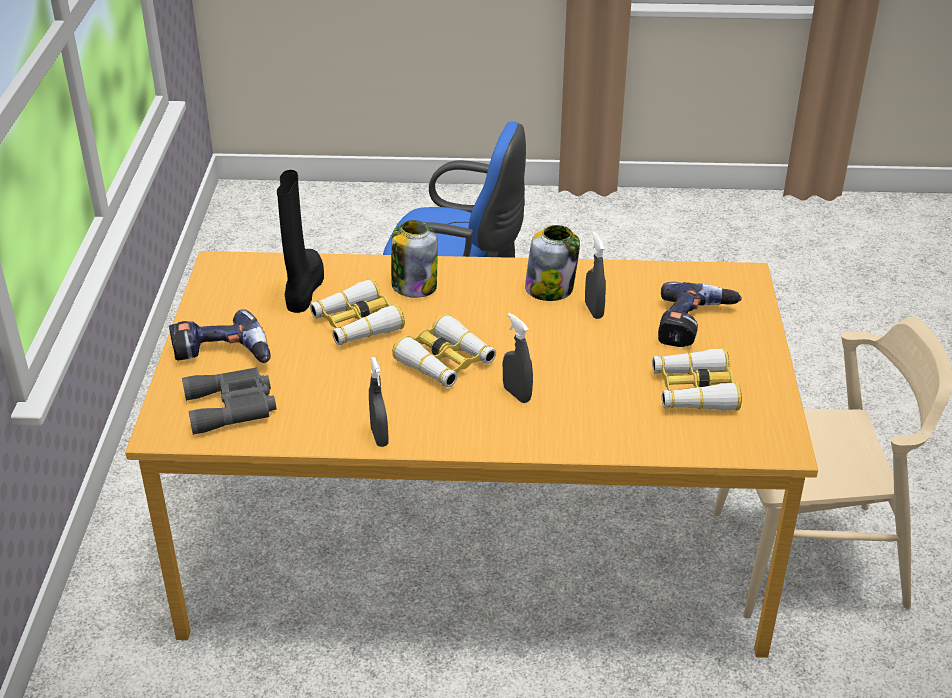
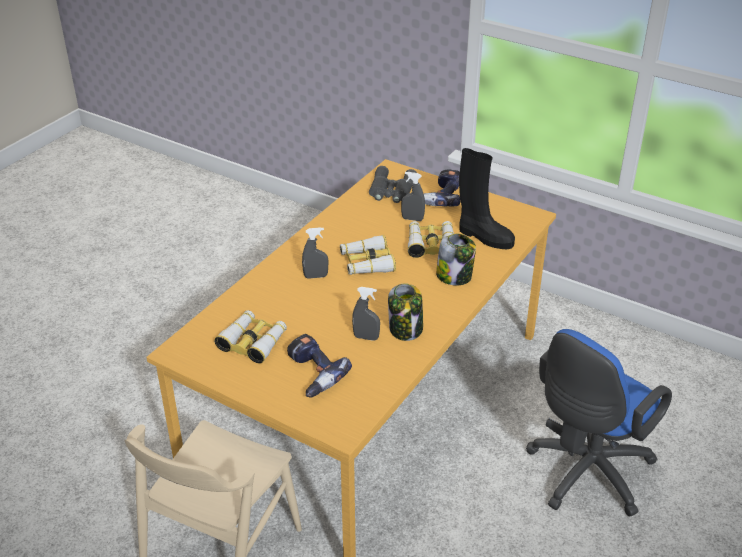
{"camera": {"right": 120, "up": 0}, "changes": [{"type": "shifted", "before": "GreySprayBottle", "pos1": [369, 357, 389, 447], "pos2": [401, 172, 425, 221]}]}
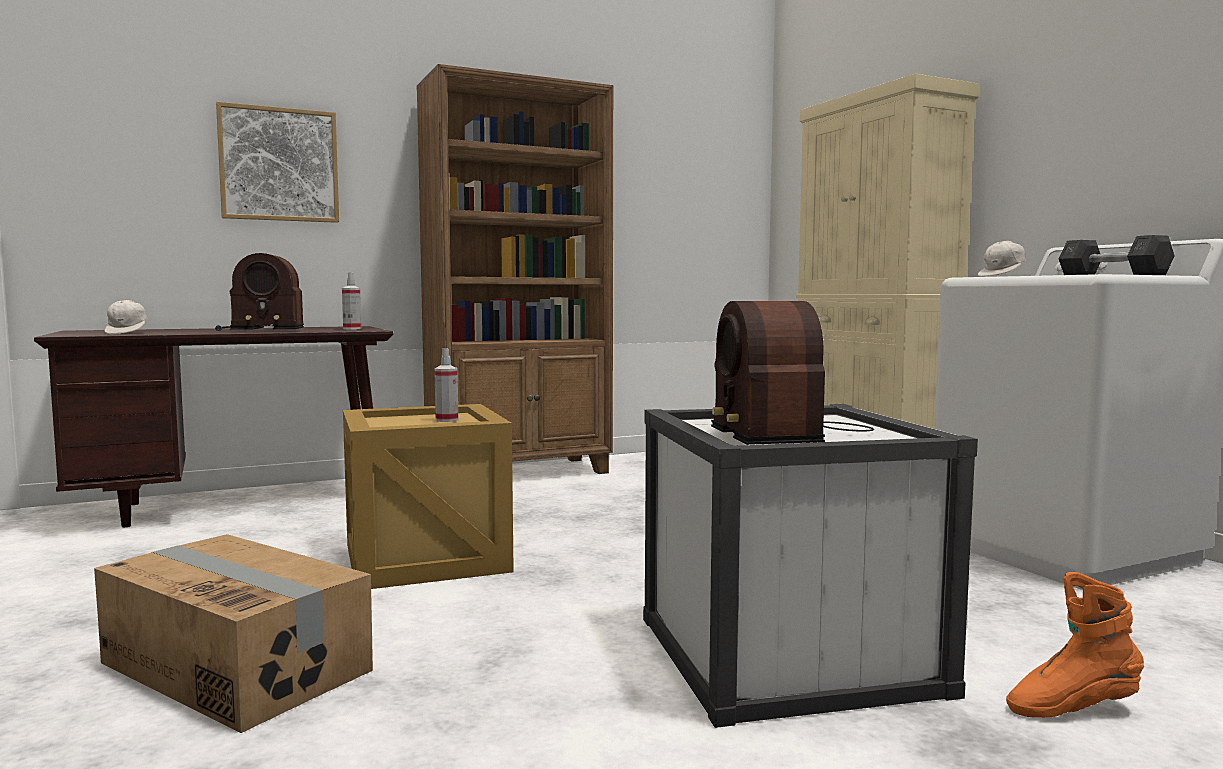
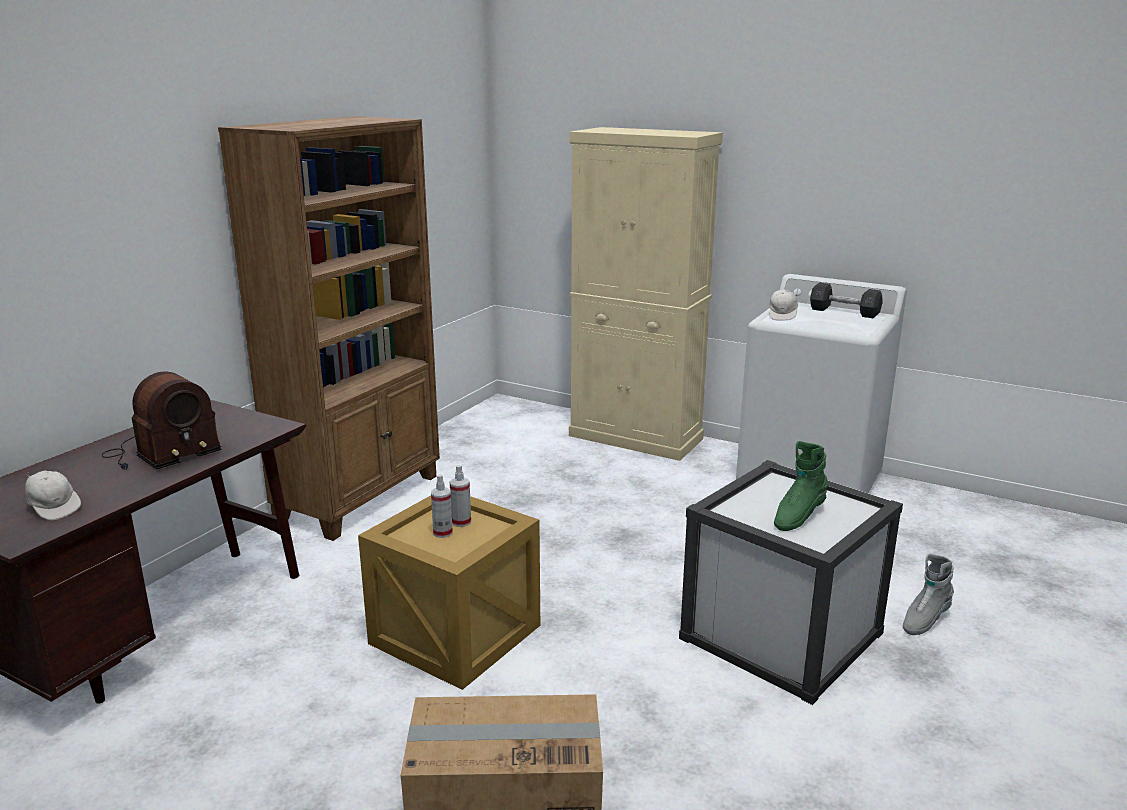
{"camera": {"right": -35, "up": 15}, "changes": [{"type": "gone", "before": "Picture", "pos1": [216, 102, 339, 223]}, {"type": "shifted", "before": "SprayBottle", "pos1": [342, 273, 361, 330], "pos2": [431, 474, 453, 538]}, {"type": "swapped", "before": "Radio", "after": "GreenBoot", "pos1": [711, 301, 874, 445], "pos2": [774, 441, 828, 531]}, {"type": "repainted", "before": "OrangeBoot", "after": "GreyBoot", "pos1": [1006, 572, 1144, 718], "pos2": [903, 553, 954, 635]}]}
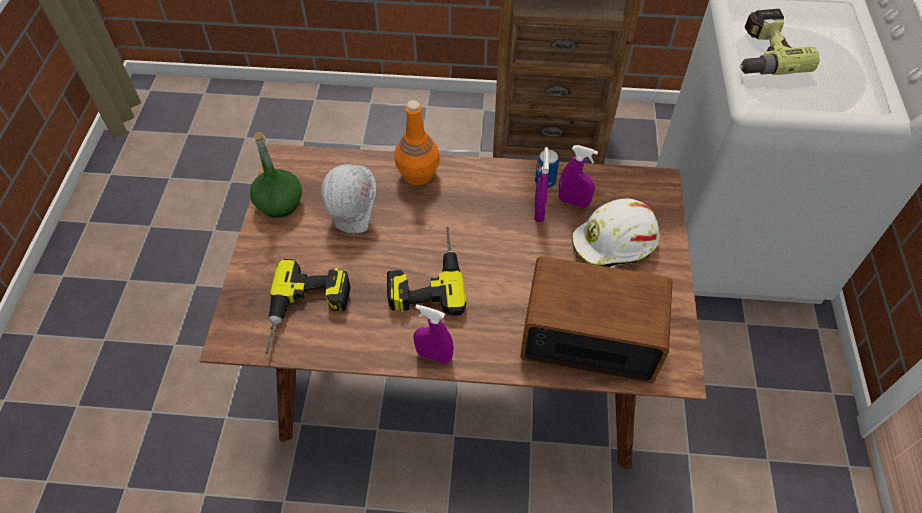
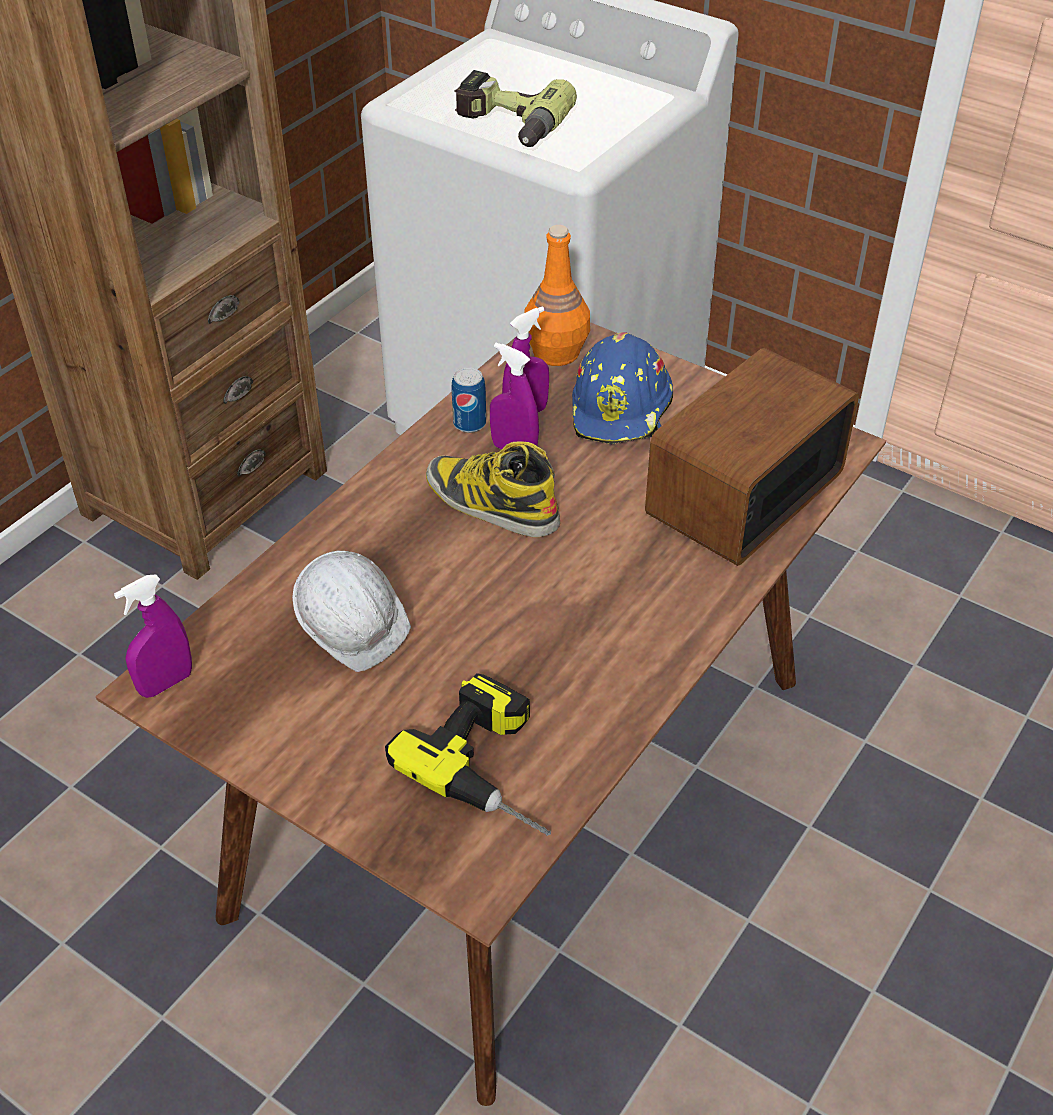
{"camera": {"right": -60, "up": -10}, "changes": [{"type": "gone", "before": "GreenBottle", "pos1": [250, 132, 302, 218]}, {"type": "gone", "before": "PowerDrill", "pos1": [387, 227, 466, 316]}, {"type": "shifted", "before": "OrangeBottle", "pos1": [394, 100, 440, 185], "pos2": [524, 225, 590, 366]}, {"type": "shifted", "before": "PurpleSprayBottle", "pos1": [413, 304, 454, 364], "pos2": [114, 575, 192, 698]}, {"type": "repainted", "before": "WhiteHardHat", "after": "BlueHardHat", "pos1": [571, 199, 660, 268], "pos2": [572, 332, 673, 444]}, {"type": "new", "after": "Boot", "pos2": [426, 441, 560, 537]}]}
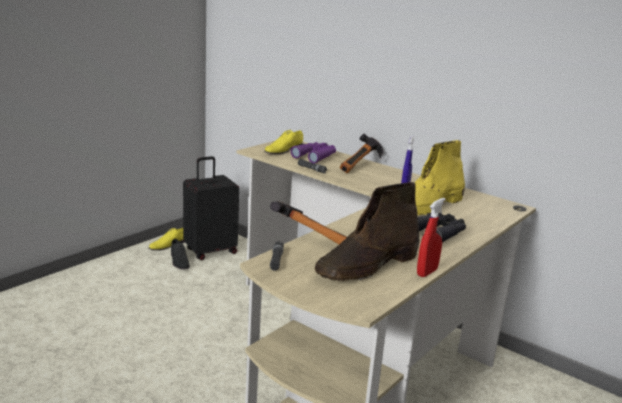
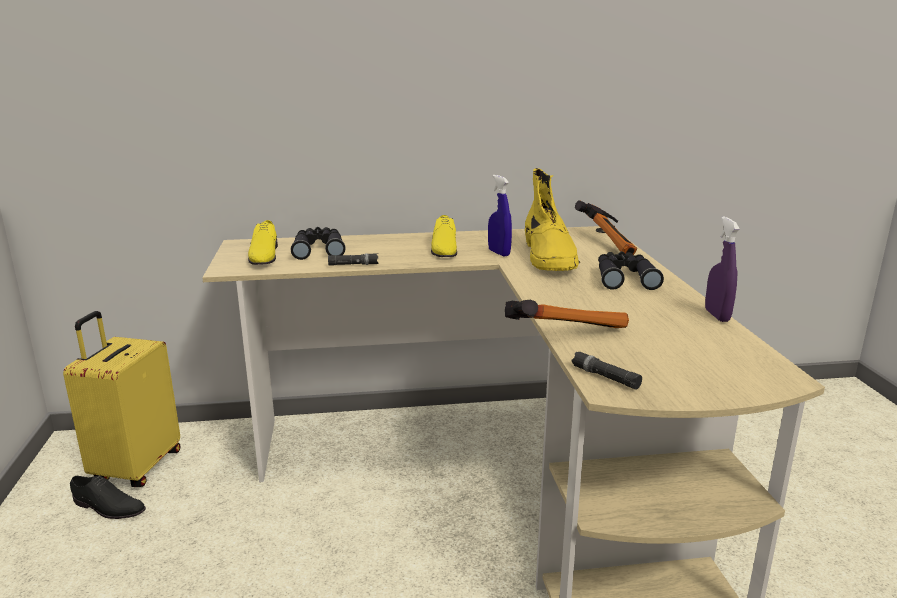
{"camera": {"right": -45, "up": 0}, "changes": [{"type": "shifted", "before": "YellowShoe", "pos1": [149, 228, 185, 250], "pos2": [431, 215, 457, 257]}, {"type": "repainted", "before": "BlackSuitcase", "after": "YellowSuitcase", "pos1": [183, 156, 239, 260], "pos2": [63, 311, 181, 487]}, {"type": "repainted", "before": "PurpleBinoculars", "after": "BlackBinoculars", "pos1": [291, 142, 336, 163], "pos2": [291, 227, 346, 260]}, {"type": "gone", "before": "BrownBoot", "pos1": [315, 182, 420, 281]}, {"type": "shifted", "before": "Hammer", "pos1": [340, 134, 383, 173], "pos2": [575, 200, 637, 255]}, {"type": "repainted", "before": "RedSprayBottle", "after": "PurpleSprayBottle", "pos1": [417, 198, 446, 277], "pos2": [705, 216, 740, 322]}]}
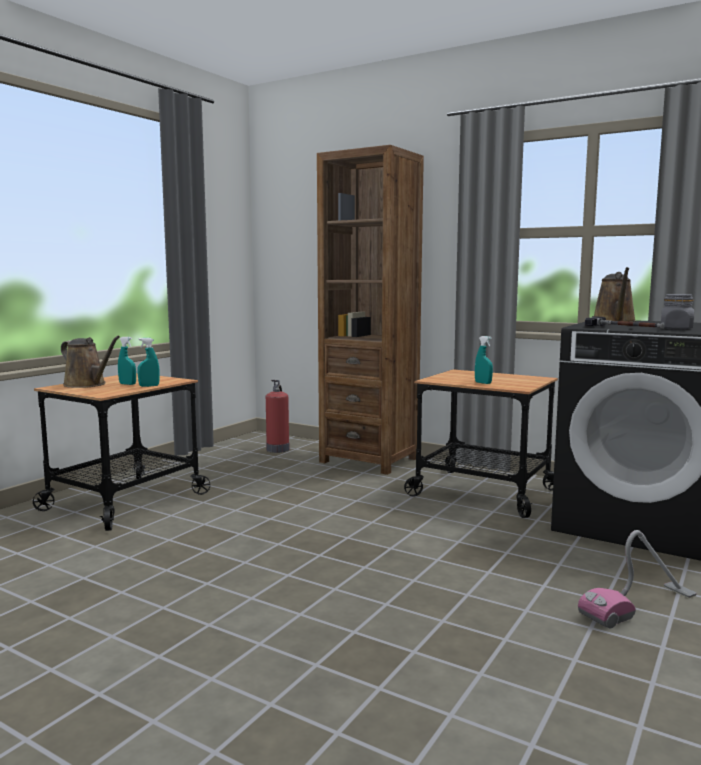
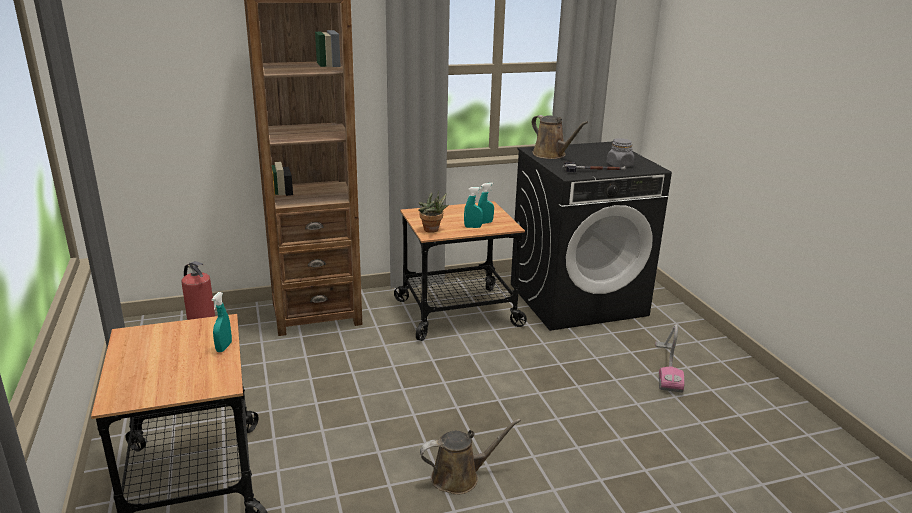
{"camera": {"right": -50, "up": 15}, "changes": [{"type": "shifted", "before": "BrownWateringCan", "pos1": [61, 336, 120, 388], "pos2": [420, 419, 521, 494]}, {"type": "shifted", "before": "TurquoiseSprayBottle", "pos1": [118, 337, 136, 385], "pos2": [478, 183, 494, 224]}, {"type": "new", "after": "PottedPlant", "pos2": [418, 190, 448, 233]}]}
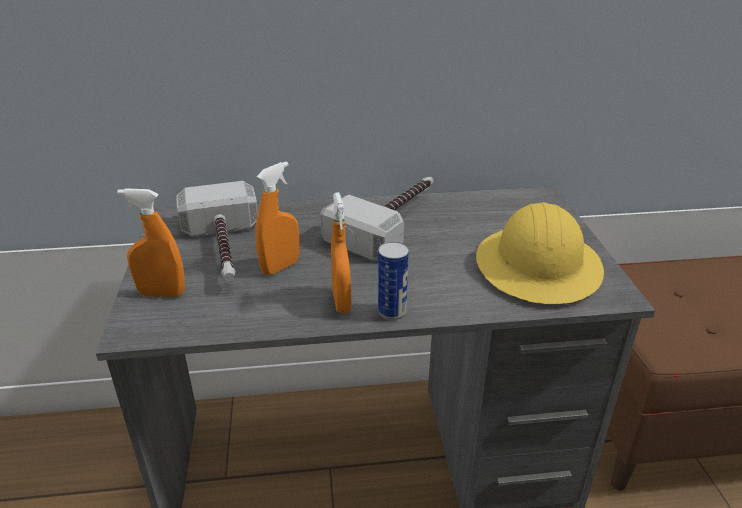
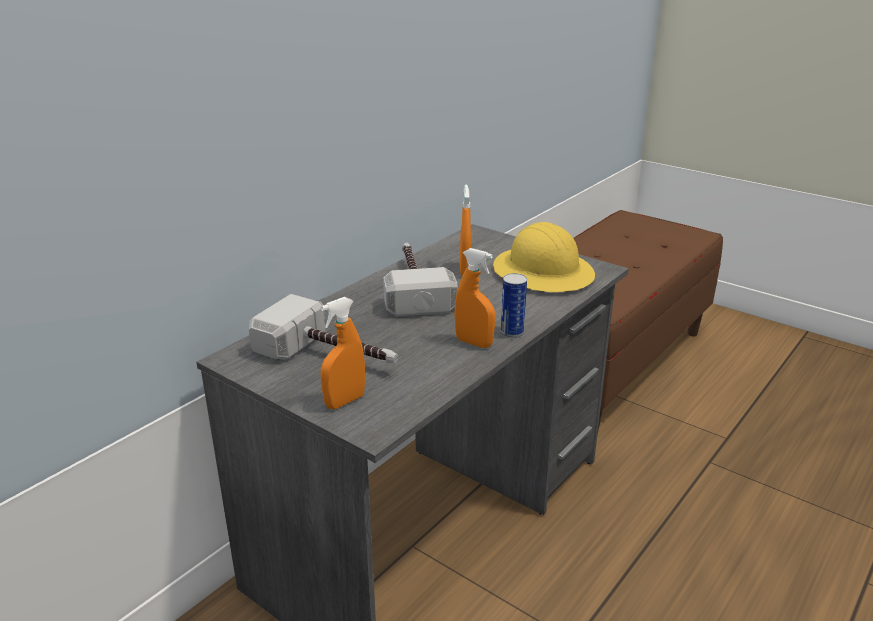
{"camera": {"right": -45, "up": -5}, "changes": [{"type": "shifted", "before": "OrangeSprayBottle", "pos1": [255, 161, 299, 275], "pos2": [460, 185, 471, 275]}]}
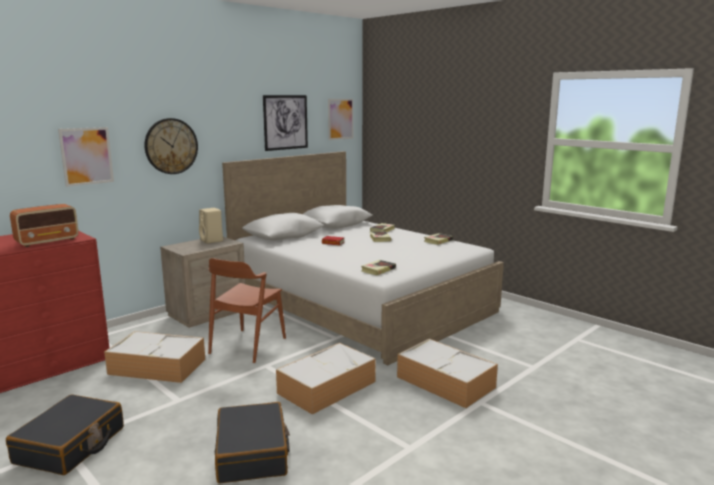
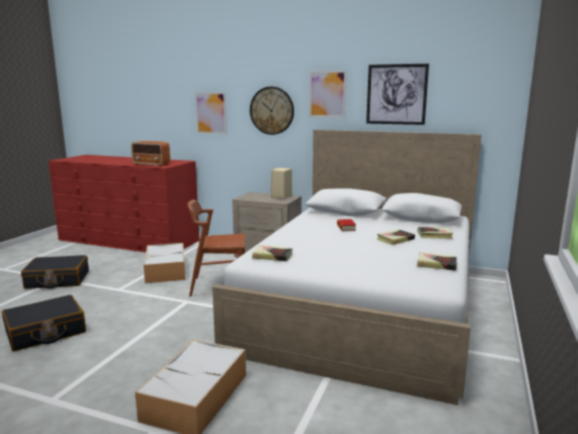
{"camera": {"right": 65, "up": 0}, "changes": [{"type": "gone", "before": "StorageBox", "pos1": [276, 343, 376, 415]}, {"type": "shifted", "before": "Picture", "pos1": [328, 99, 353, 140], "pos2": [309, 70, 347, 118]}]}
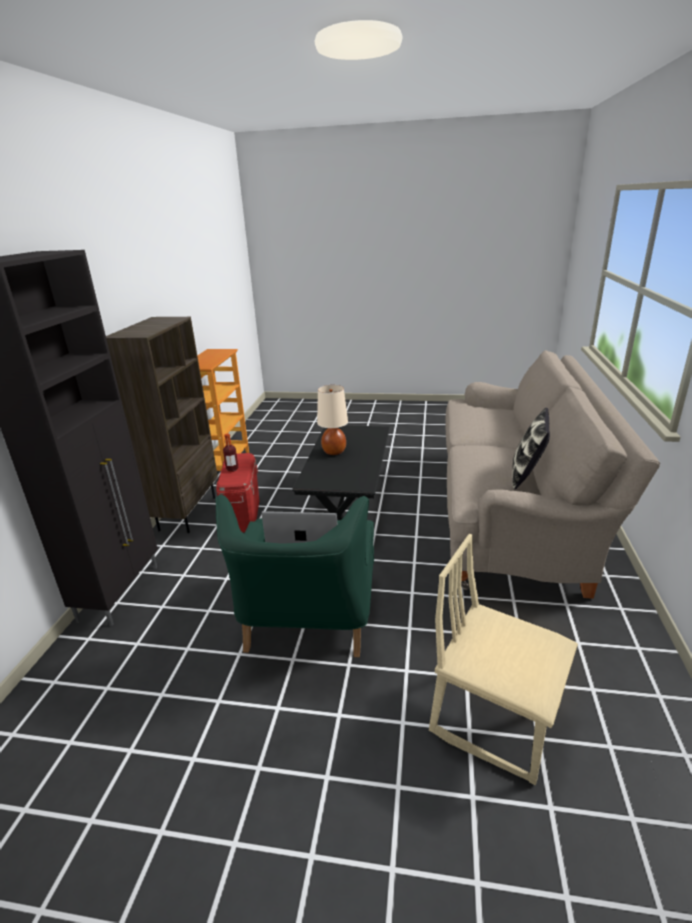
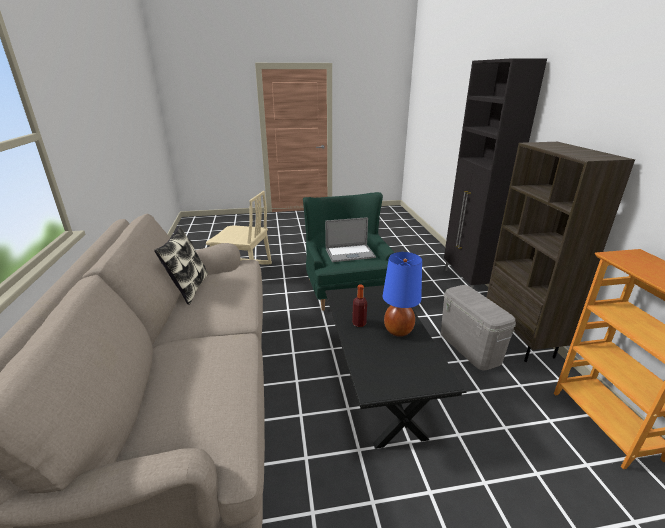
{"camera": {"right": 160, "up": 0}, "changes": [{"type": "repainted", "before": "RedStorageBox", "after": "GreyStorageBox", "pos1": [216, 453, 259, 532], "pos2": [441, 285, 516, 371]}, {"type": "shifted", "before": "Bottle", "pos1": [223, 434, 239, 472], "pos2": [352, 284, 367, 327]}, {"type": "repainted", "before": "BeigeTableLamp", "after": "BlueTableLamp", "pos1": [317, 385, 348, 455], "pos2": [383, 252, 422, 337]}]}
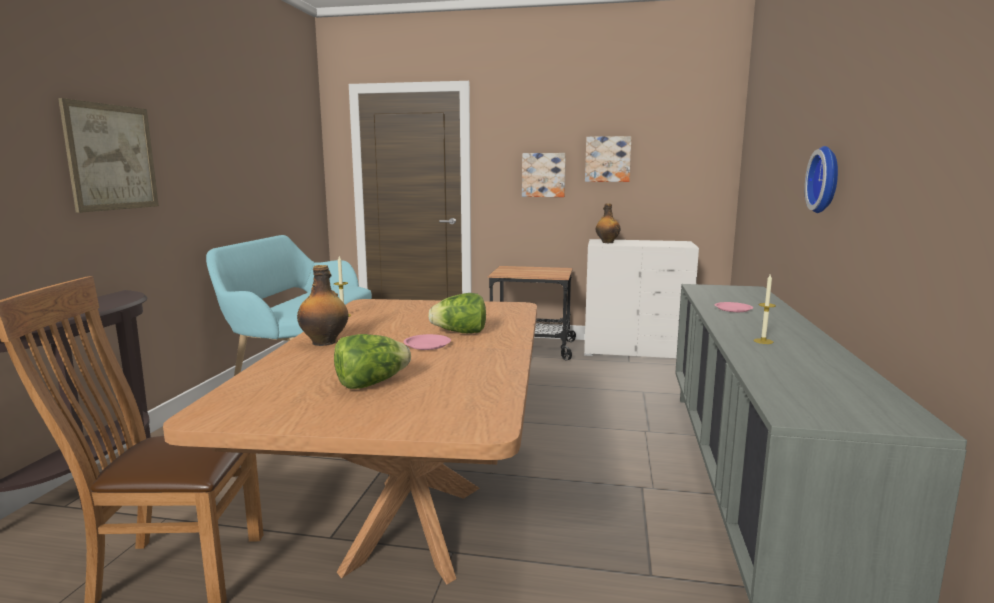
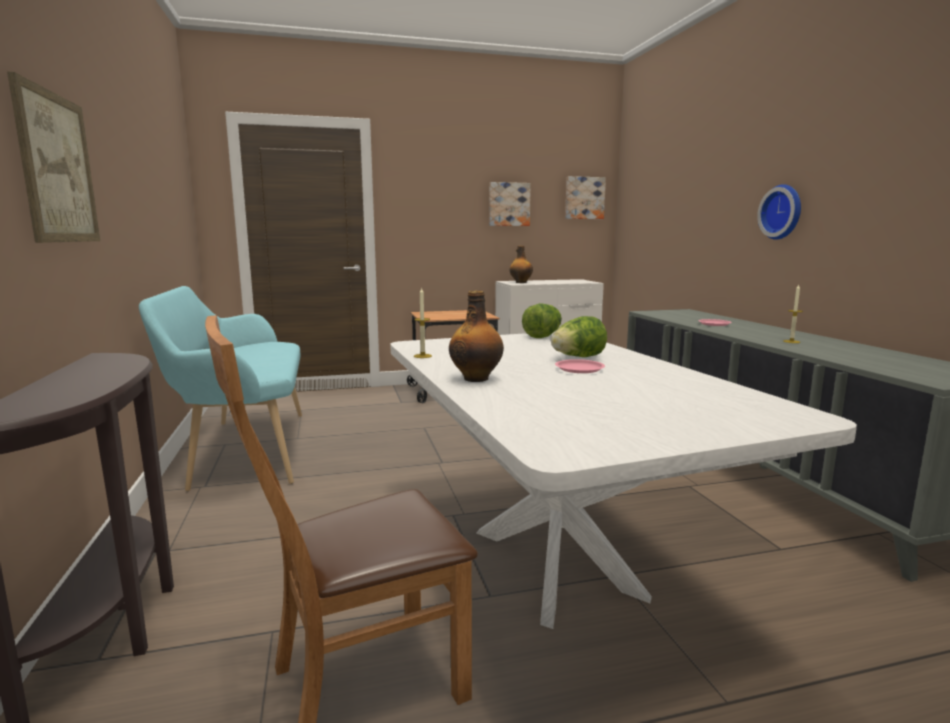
{"camera": {"right": -25, "up": 0}, "changes": [{"type": "repainted", "before": "BrownDiningTable", "after": "WhiteDiningTable", "pos1": [163, 299, 537, 584], "pos2": [390, 332, 857, 629]}, {"type": "shifted", "before": "Lettuce", "pos1": [334, 334, 411, 389], "pos2": [522, 303, 562, 338]}, {"type": "shifted", "before": "Picture", "pos1": [522, 153, 566, 197], "pos2": [565, 176, 606, 219]}]}
